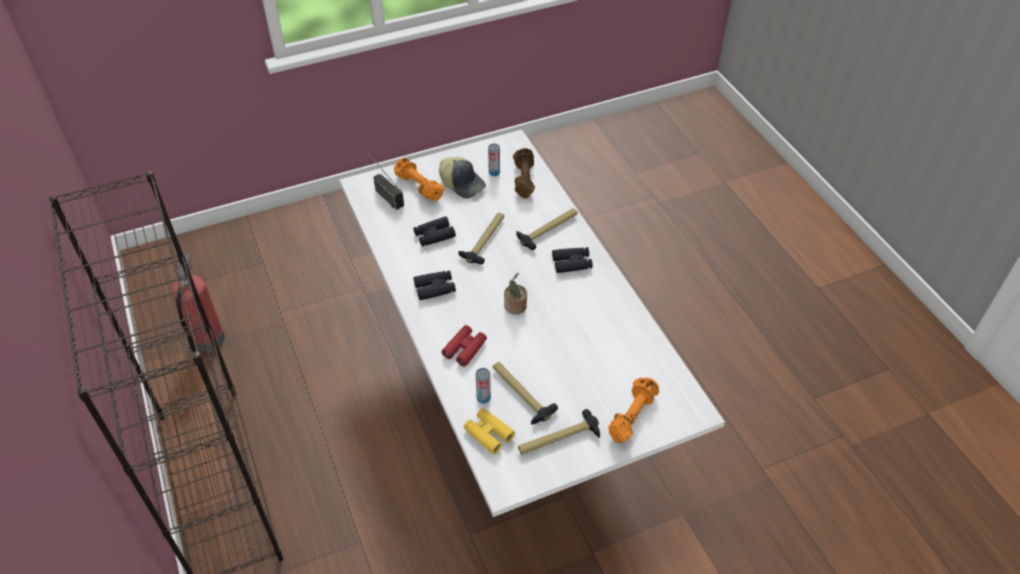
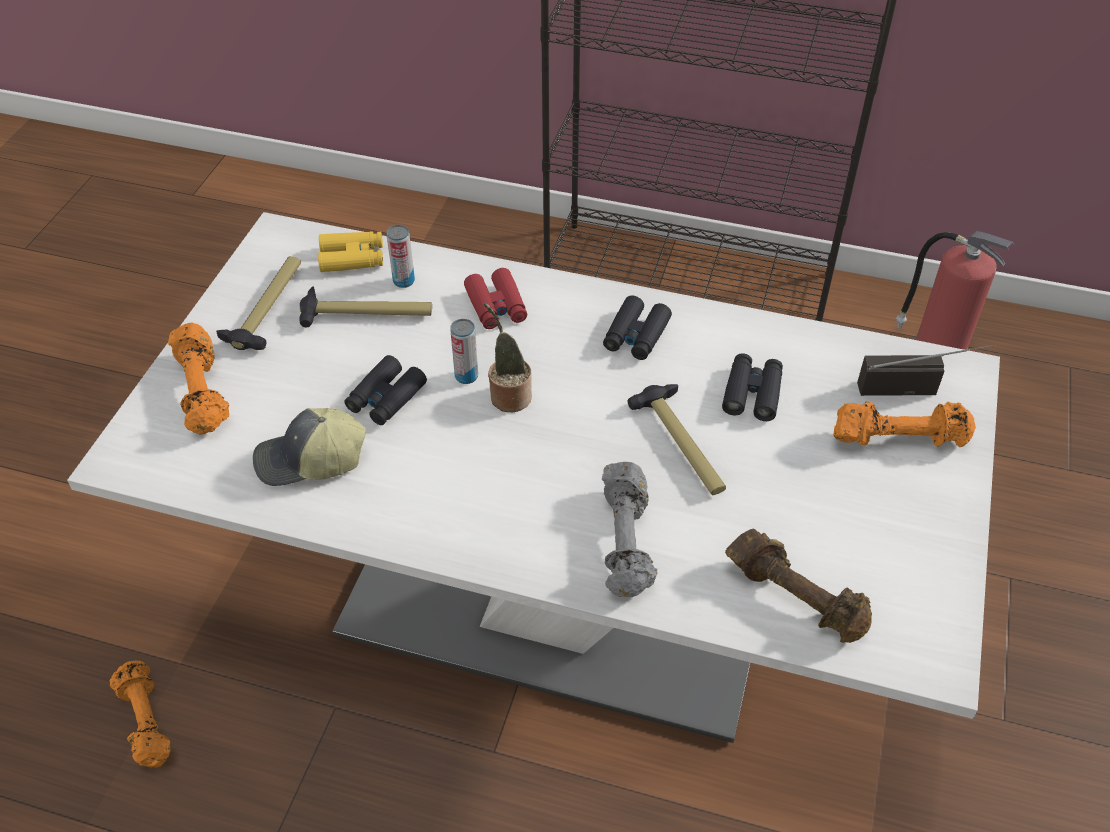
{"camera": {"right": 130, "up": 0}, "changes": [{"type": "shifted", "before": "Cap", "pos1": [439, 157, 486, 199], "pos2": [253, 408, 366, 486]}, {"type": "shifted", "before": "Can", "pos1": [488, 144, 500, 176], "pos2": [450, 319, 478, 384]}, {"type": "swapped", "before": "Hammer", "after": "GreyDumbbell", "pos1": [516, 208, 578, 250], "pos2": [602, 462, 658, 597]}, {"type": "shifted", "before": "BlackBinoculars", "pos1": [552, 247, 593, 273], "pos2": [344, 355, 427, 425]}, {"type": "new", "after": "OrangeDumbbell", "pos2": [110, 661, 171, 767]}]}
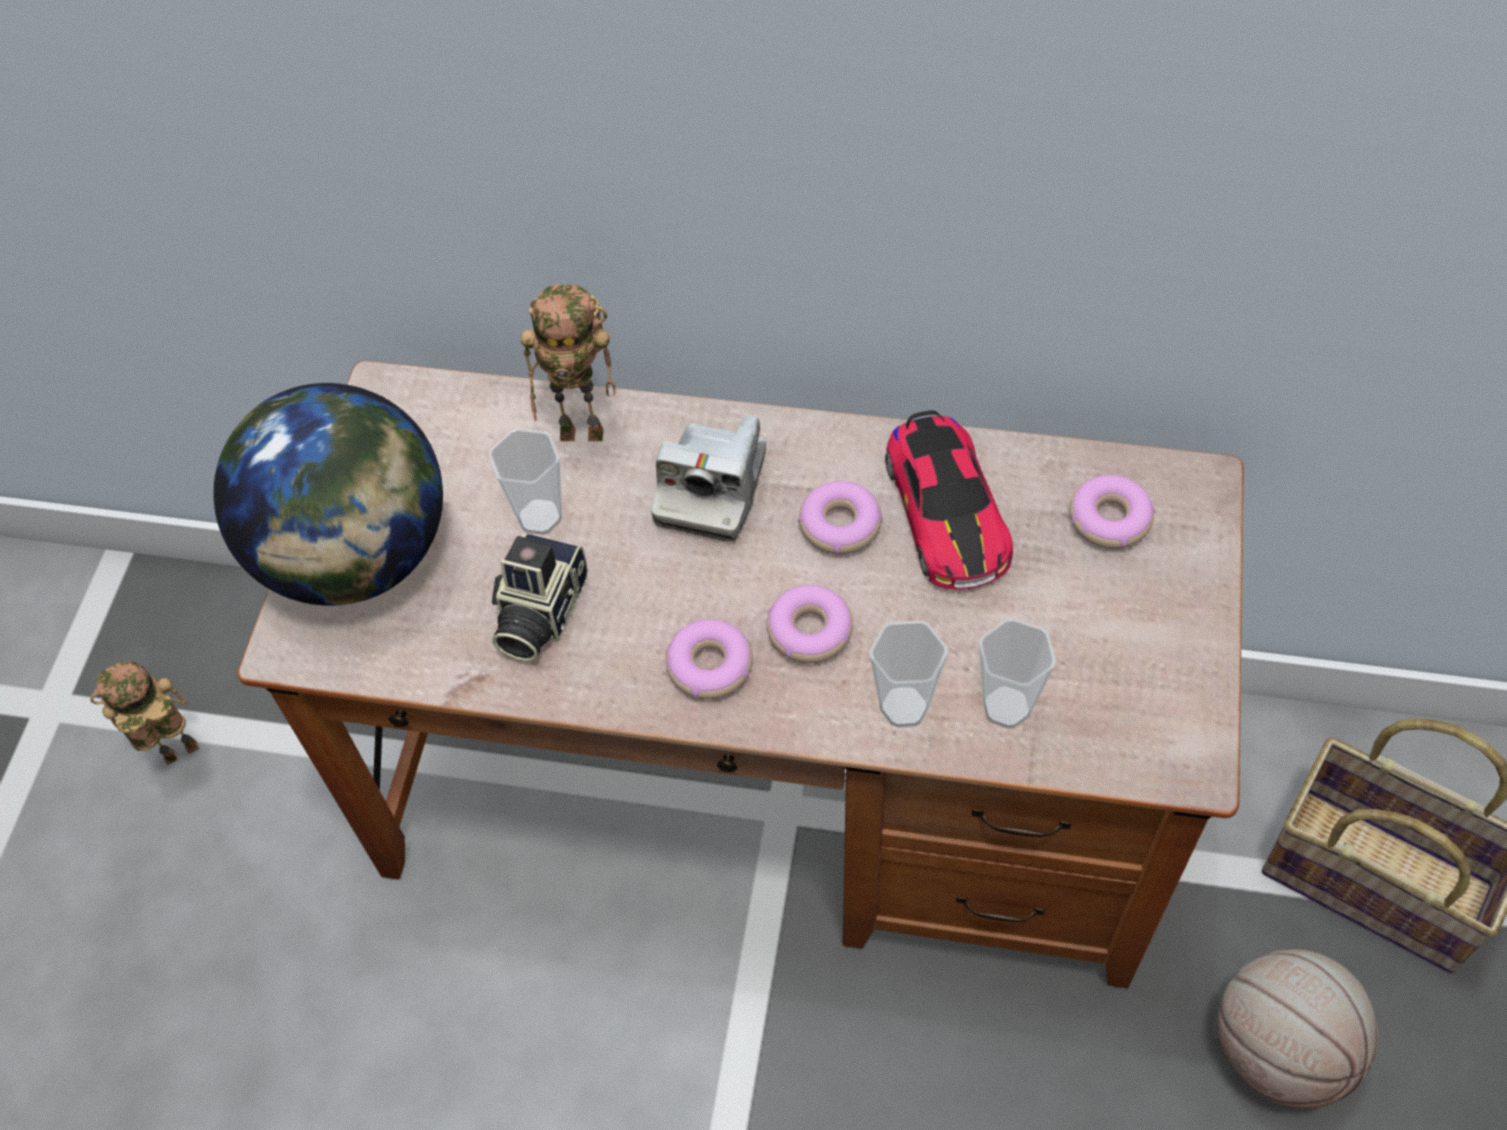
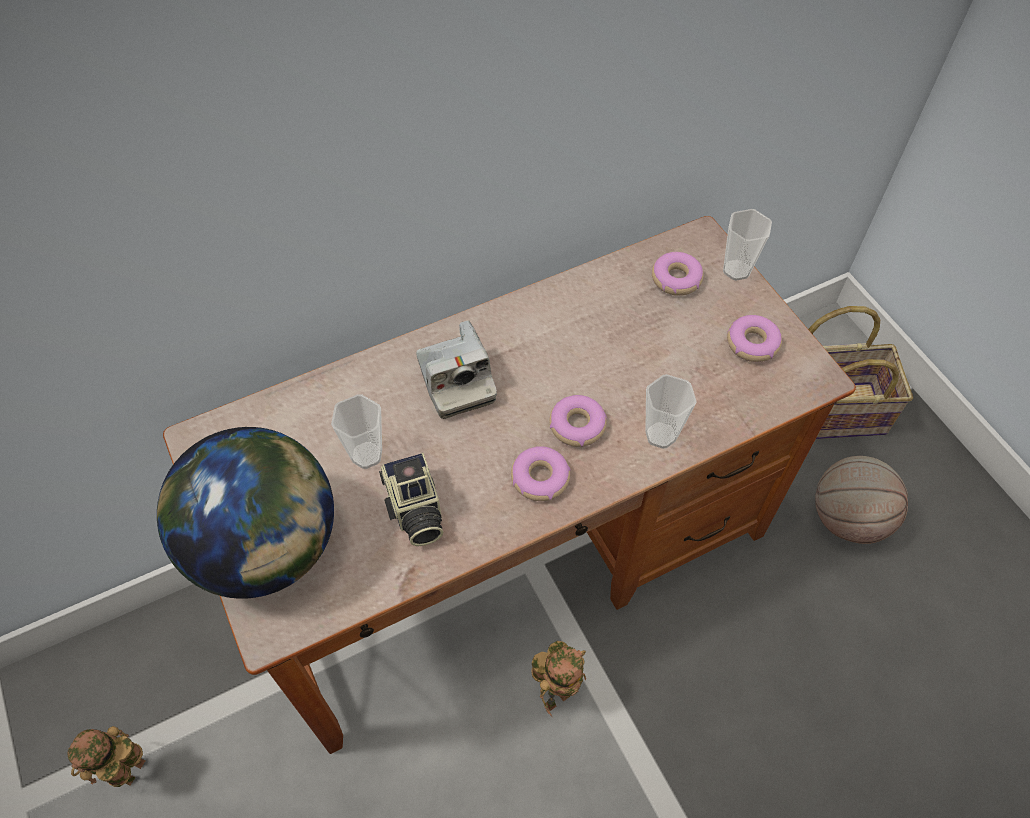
{"camera": {"right": -40, "up": 0}, "changes": [{"type": "shifted", "before": "ToyRobot", "pos1": [521, 284, 615, 441], "pos2": [531, 641, 586, 717]}, {"type": "shifted", "before": "Donut", "pos1": [798, 481, 883, 554], "pos2": [727, 315, 782, 362]}, {"type": "gone", "before": "ToyCar", "pos1": [885, 410, 1013, 590]}, {"type": "shifted", "before": "Cup", "pos1": [979, 618, 1056, 729], "pos2": [723, 209, 772, 281]}]}
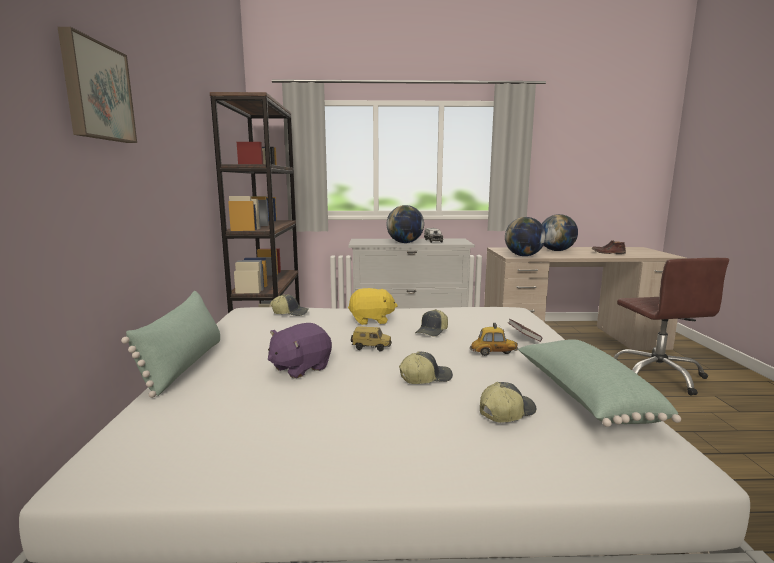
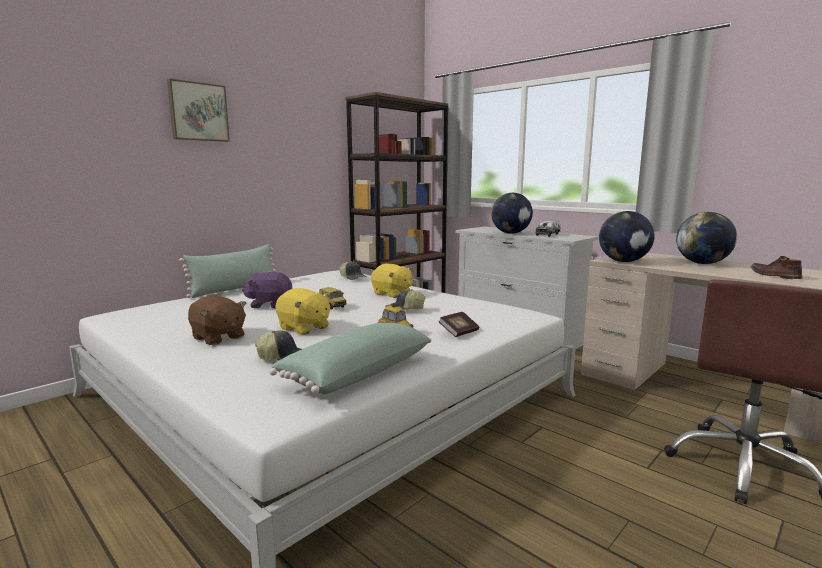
{"camera": {"right": 45, "up": 0}, "changes": [{"type": "swapped", "before": "Cap", "after": "YellowPlushToy", "pos1": [399, 351, 453, 384], "pos2": [275, 288, 331, 335]}, {"type": "new", "after": "BrownPlushToy", "pos2": [188, 296, 247, 345]}]}
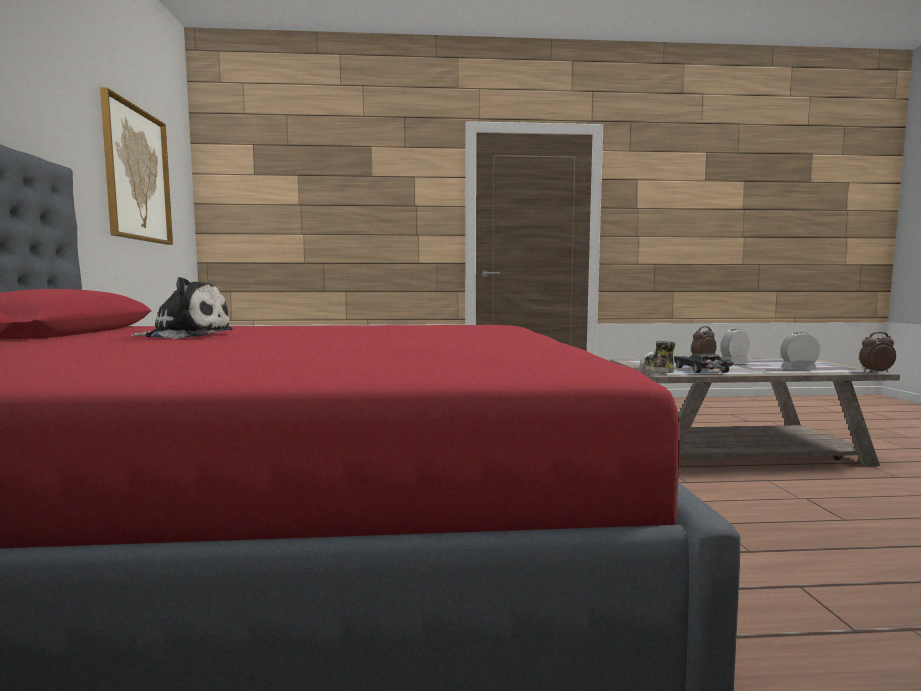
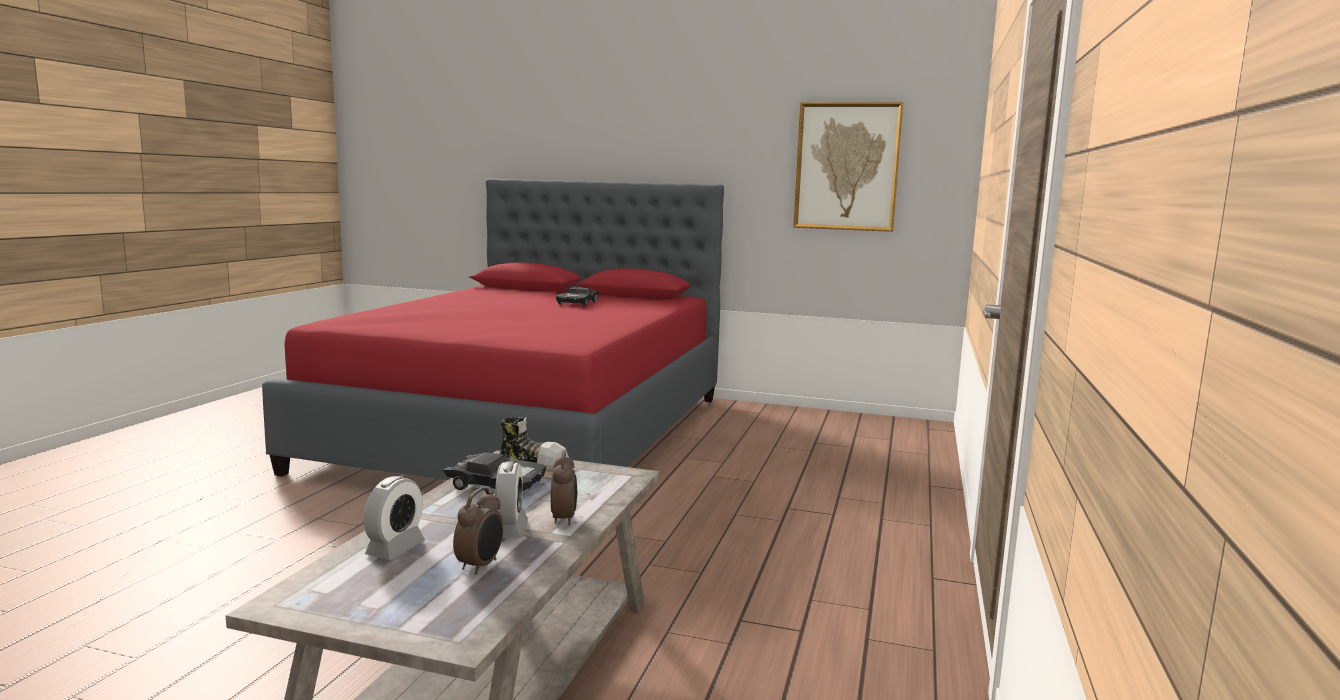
{"camera": {"right": 110, "up": 5}, "changes": [{"type": "swapped", "before": "PlushToy", "after": "BlackToyCar", "pos1": [131, 277, 233, 339], "pos2": [556, 287, 599, 306]}, {"type": "shifted", "before": "AlarmClock", "pos1": [859, 332, 896, 372], "pos2": [453, 487, 503, 575]}]}
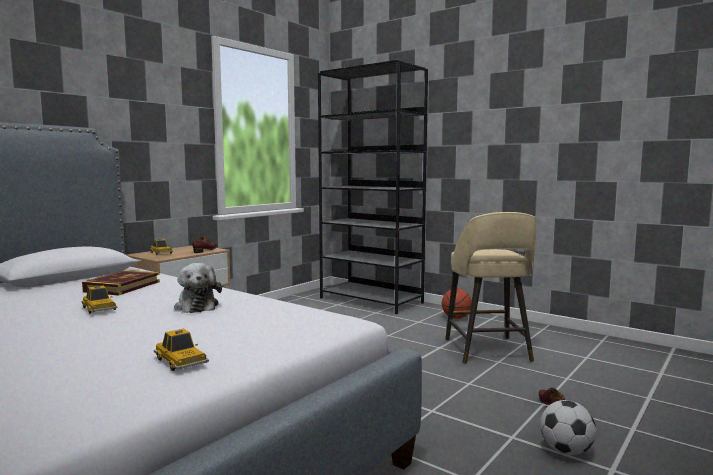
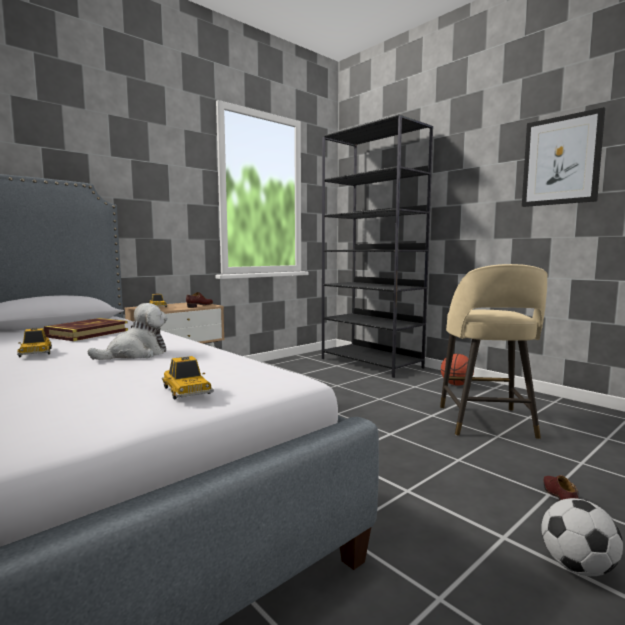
{"camera": {"right": 10, "up": 0}, "changes": [{"type": "shifted", "before": "ToyCar", "pos1": [154, 329, 209, 371], "pos2": [162, 356, 214, 399]}, {"type": "rotated", "before": "PlushToy", "pos1": [174, 263, 222, 313], "pos2": [88, 303, 168, 360], "turn": -120}, {"type": "new", "after": "Picture", "pos2": [522, 107, 605, 207]}]}
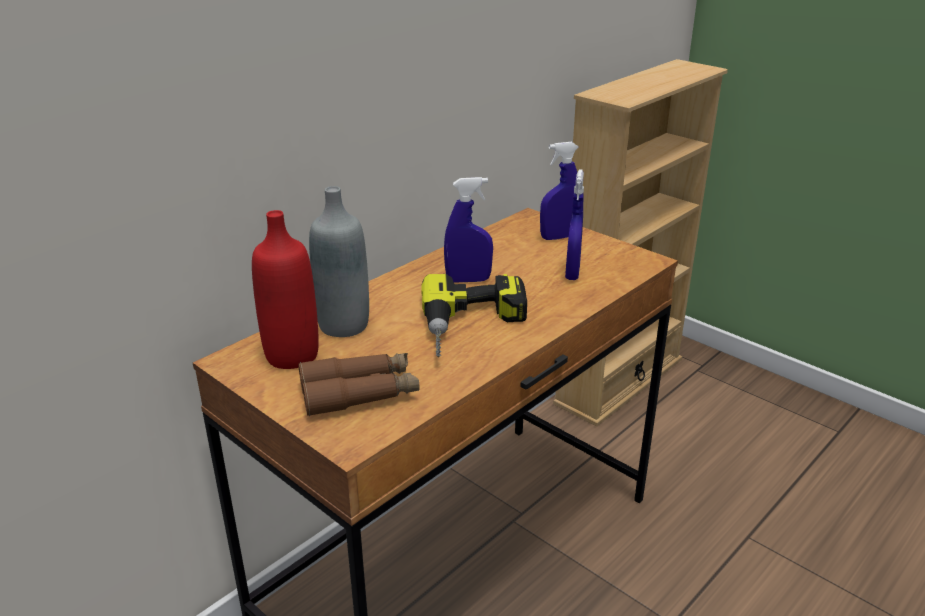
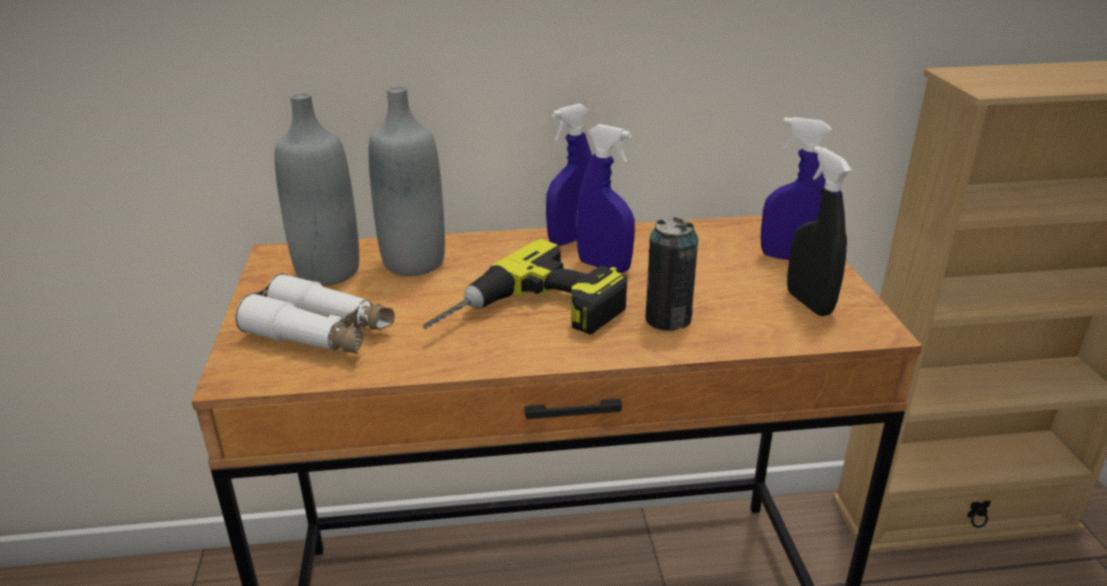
{"camera": {"right": 40, "up": 0}, "changes": [{"type": "repainted", "before": "RedBottle", "after": "GreyBottle", "pos1": [252, 210, 319, 369], "pos2": [274, 93, 359, 286]}, {"type": "repainted", "before": "BrownBinoculars", "after": "WhiteBinoculars", "pos1": [298, 353, 420, 416], "pos2": [235, 273, 395, 354]}, {"type": "shifted", "before": "BlueSprayBottle", "pos1": [565, 169, 584, 280], "pos2": [546, 104, 592, 246]}, {"type": "new", "after": "Can", "pos2": [645, 218, 698, 331]}, {"type": "new", "after": "BlackSprayBottle", "pos2": [787, 146, 852, 316]}]}
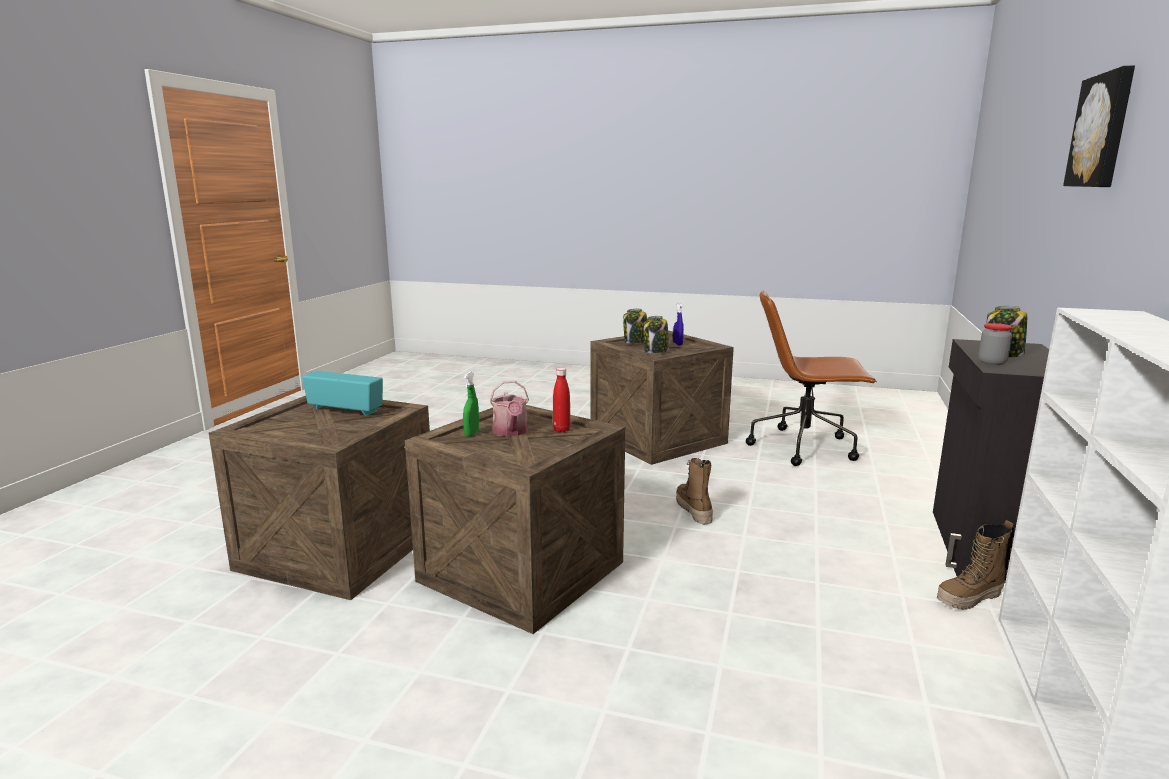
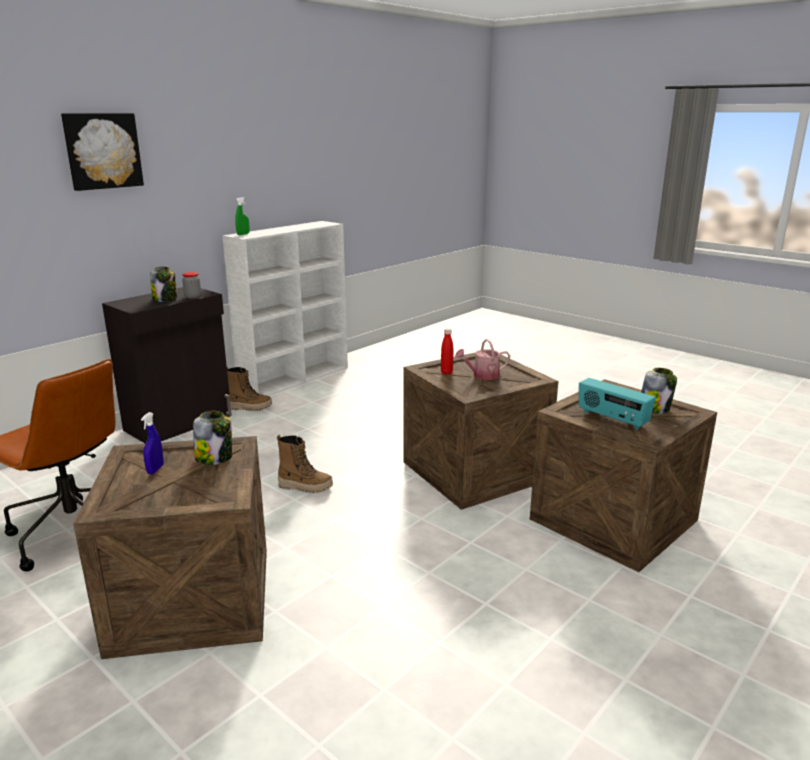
{"camera": {"right": -155, "up": 5}, "changes": [{"type": "shifted", "before": "GreenSprayBottle", "pos1": [463, 372, 479, 437], "pos2": [235, 197, 250, 235]}, {"type": "rotated", "before": "WateringCan", "pos1": [490, 381, 529, 437], "pos2": [455, 339, 510, 380], "turn": -120}, {"type": "shifted", "before": "Jar", "pos1": [623, 309, 647, 344], "pos2": [641, 368, 677, 413]}, {"type": "rotated", "before": "Boot", "pos1": [676, 458, 713, 525], "pos2": [277, 435, 333, 493], "turn": -90}]}
